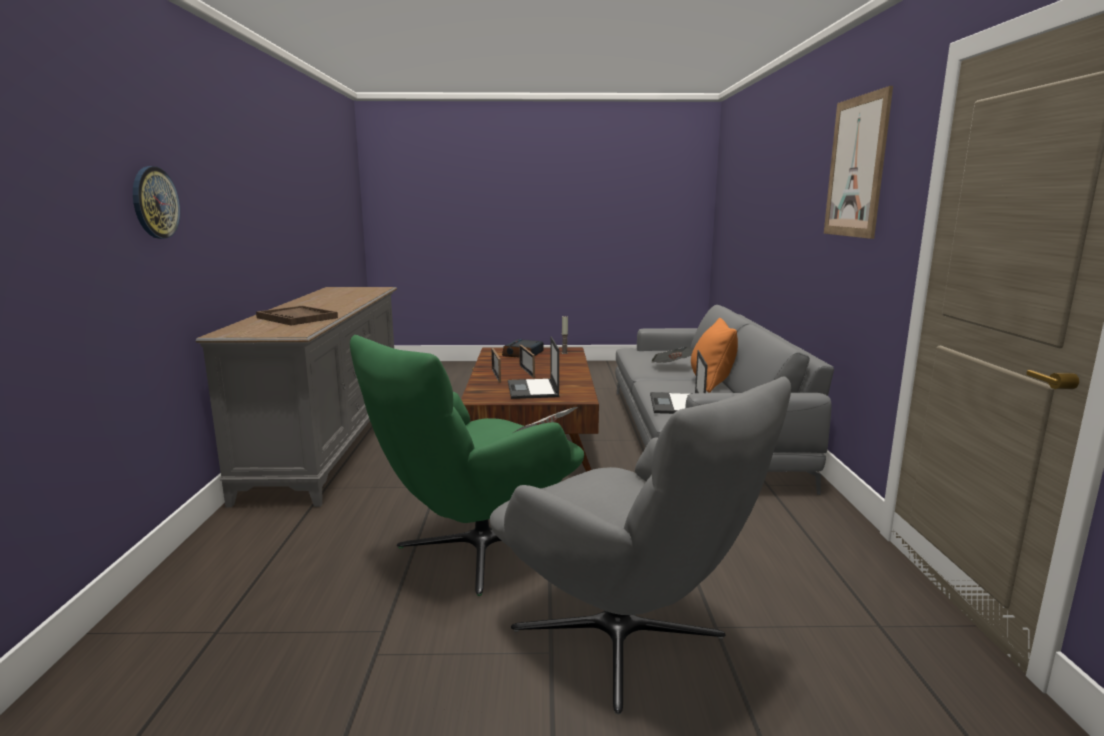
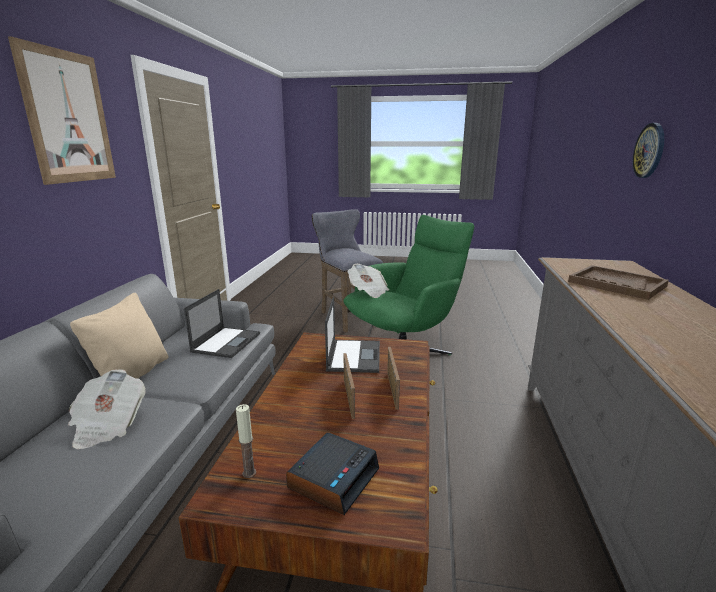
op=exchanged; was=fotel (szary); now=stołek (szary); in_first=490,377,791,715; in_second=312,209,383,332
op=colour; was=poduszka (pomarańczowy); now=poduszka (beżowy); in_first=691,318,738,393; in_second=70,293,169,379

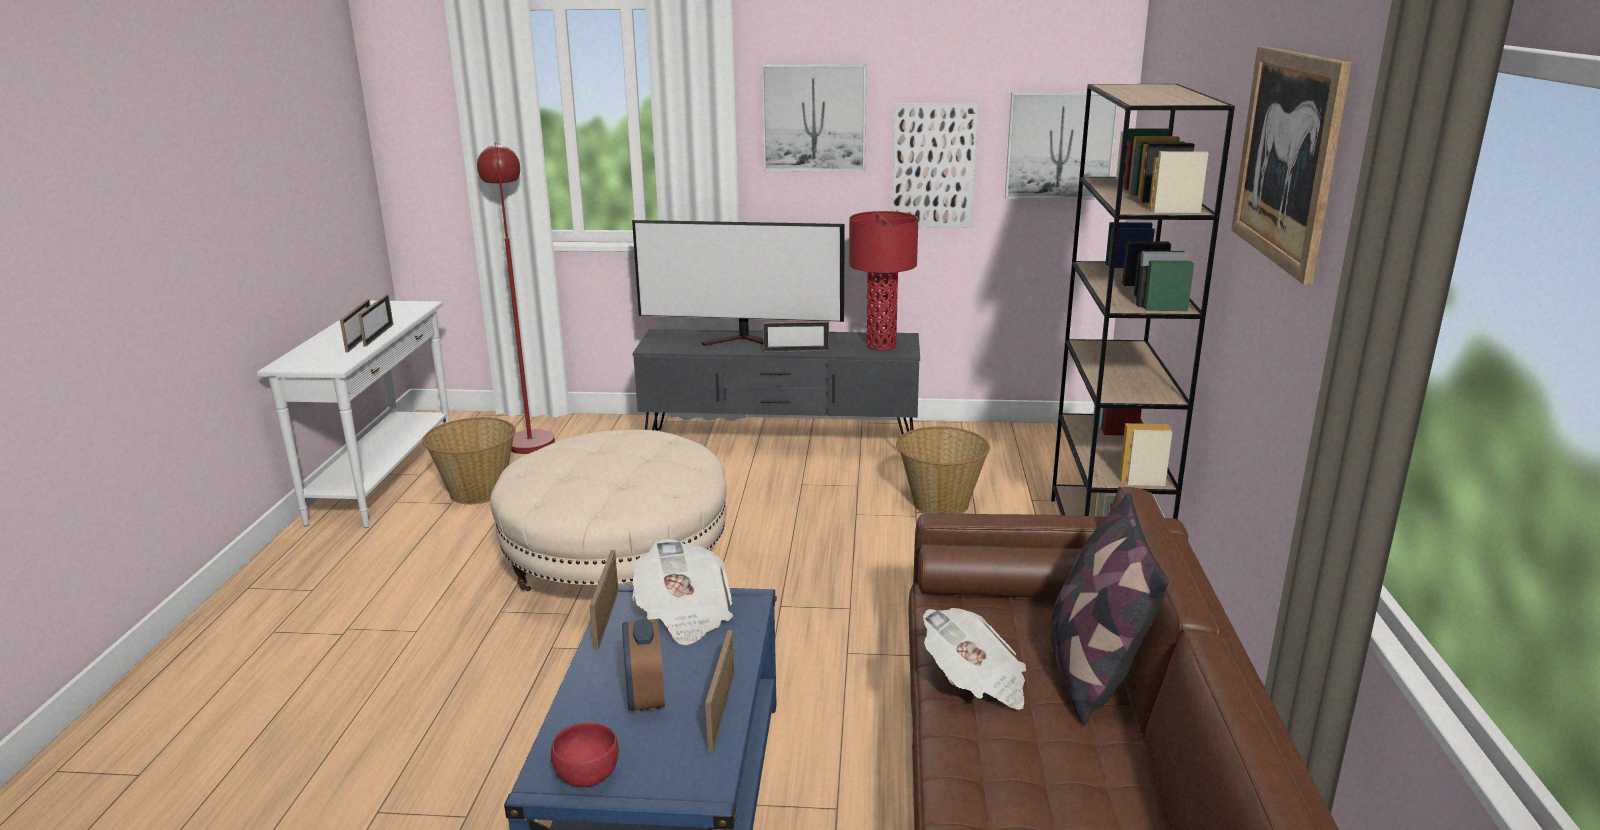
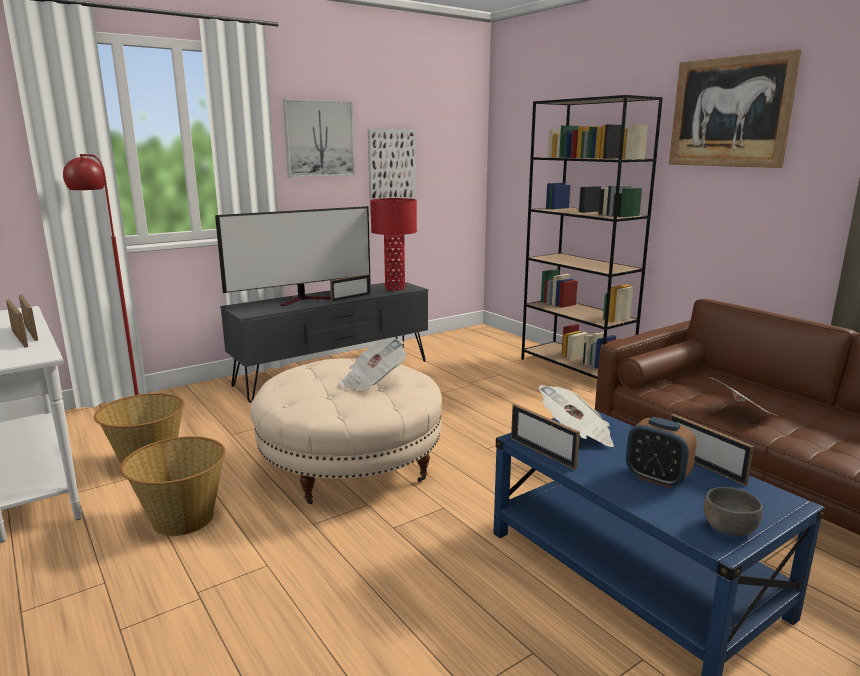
op=missing; was=obraz; in_first=1005,92,1119,199
op=missing; was=poduszka; in_first=1051,492,1169,725
op=appeared; now=gazeta; in_second=339,339,407,390
op=relocated; was=koszyk; in_first=896,426,990,514; in_second=120,436,226,536
op=colour; was=miska (czerwony); now=miska (szary); in_first=551,722,619,787; in_second=703,487,763,536

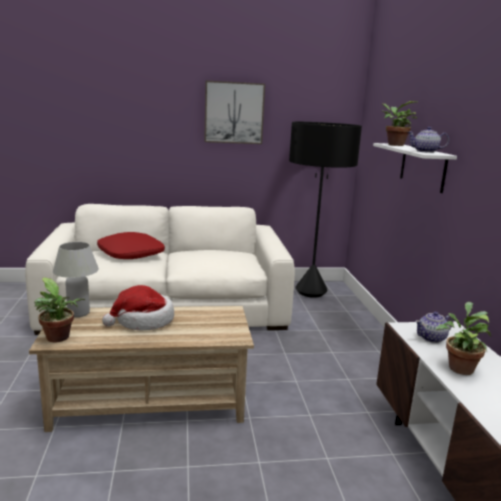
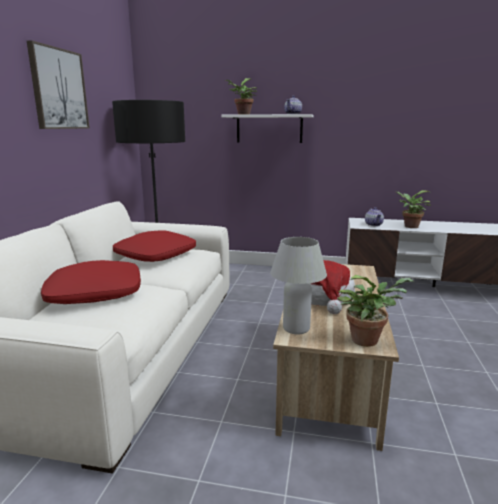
op=appeared; now=poduszka (czerwony); in_second=113,230,196,262

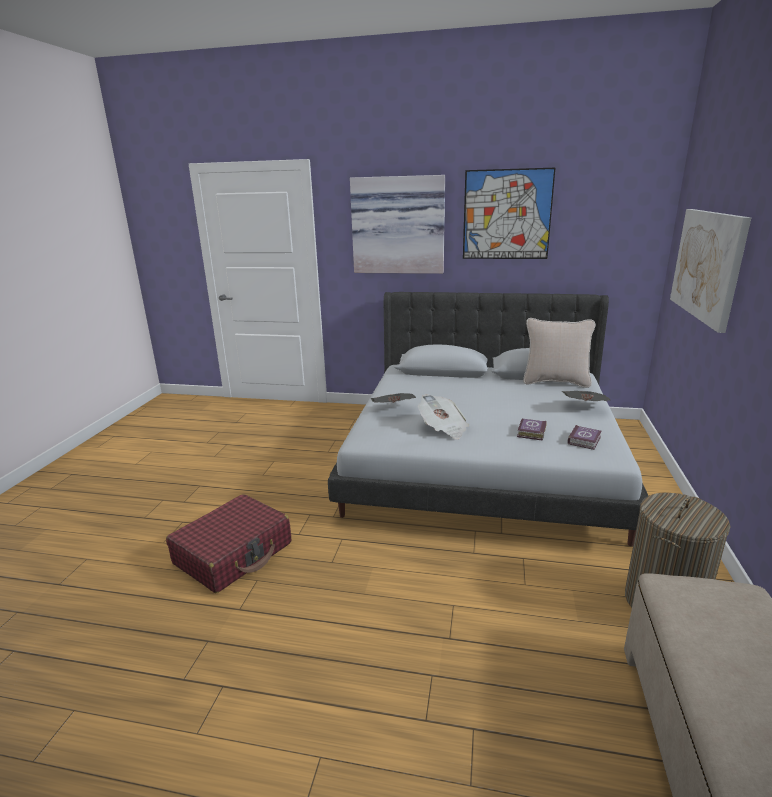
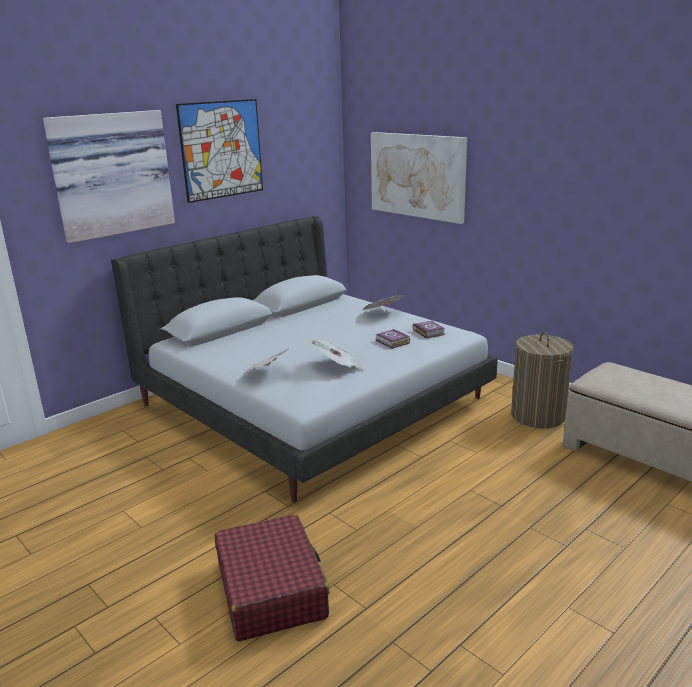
op=missing; was=poduszka (beżowy); in_first=523,318,595,388

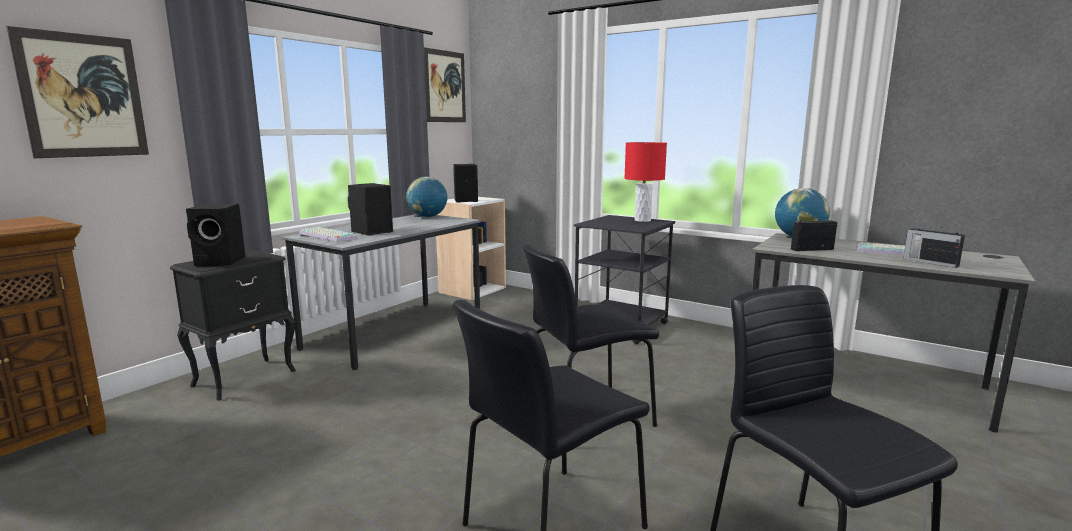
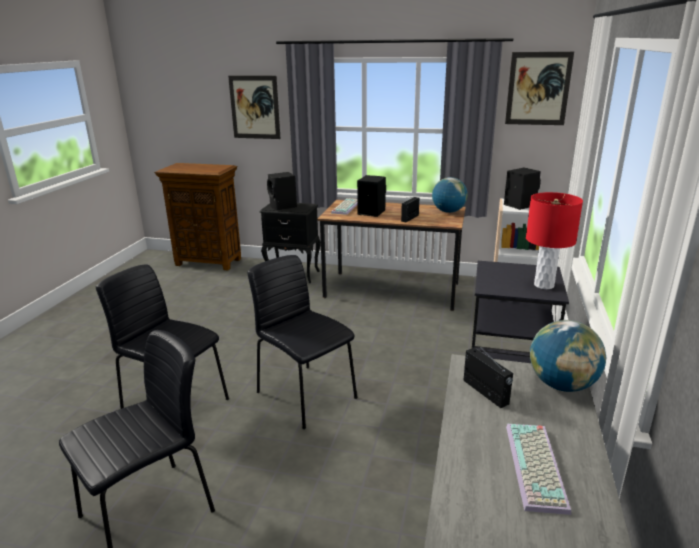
op=relocated; was=radio; in_first=903,225,965,268; in_second=401,197,419,223
op=colour; was=biurko (szary); now=biurko (brązowy); in_first=281,214,481,370; in_second=317,200,466,311

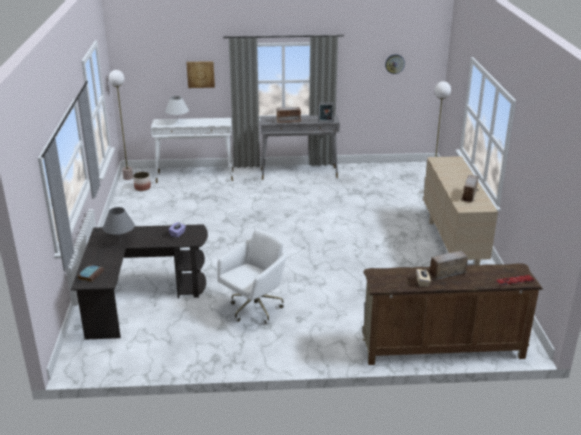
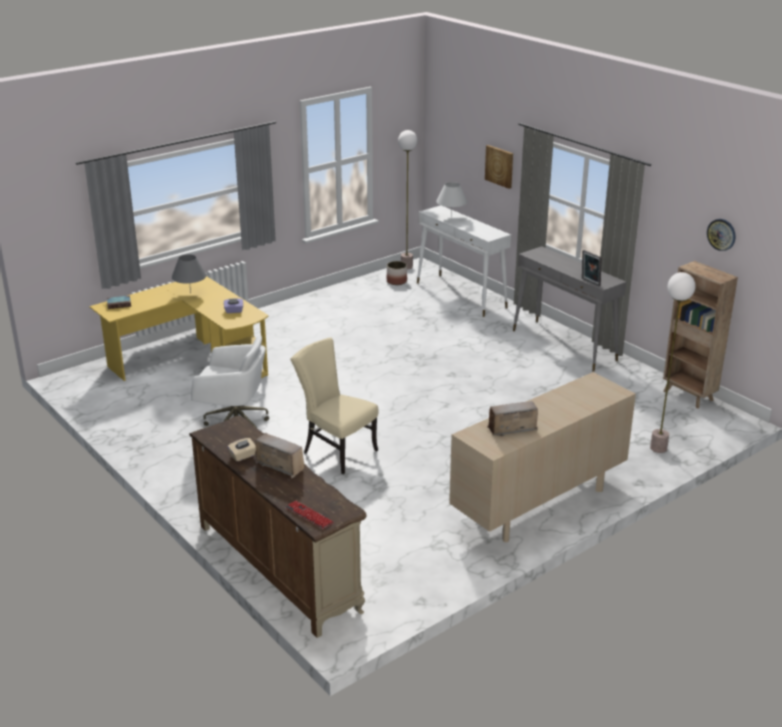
op=missing; was=radio; in_first=277,107,302,123
op=appeared; now=krzesło (beżowy); in_second=290,338,379,474
op=appeared; now=regał (brązowy); in_second=663,261,738,408
op=colour; was=biurko (czarny); now=biurko (żółty); in_first=71,224,208,340; in_second=90,276,269,381

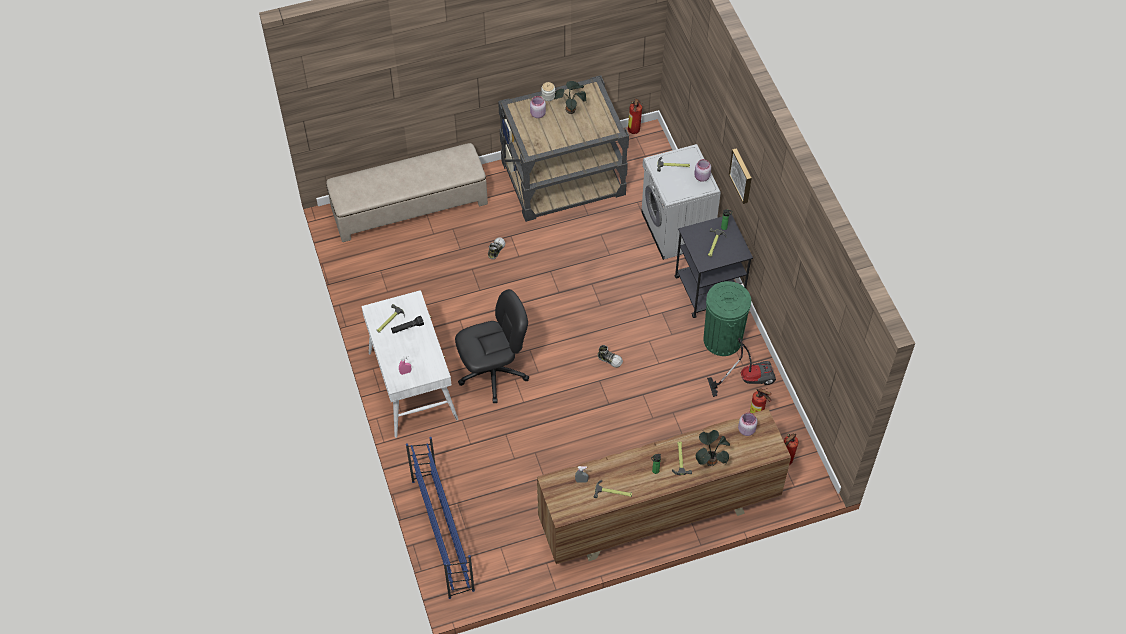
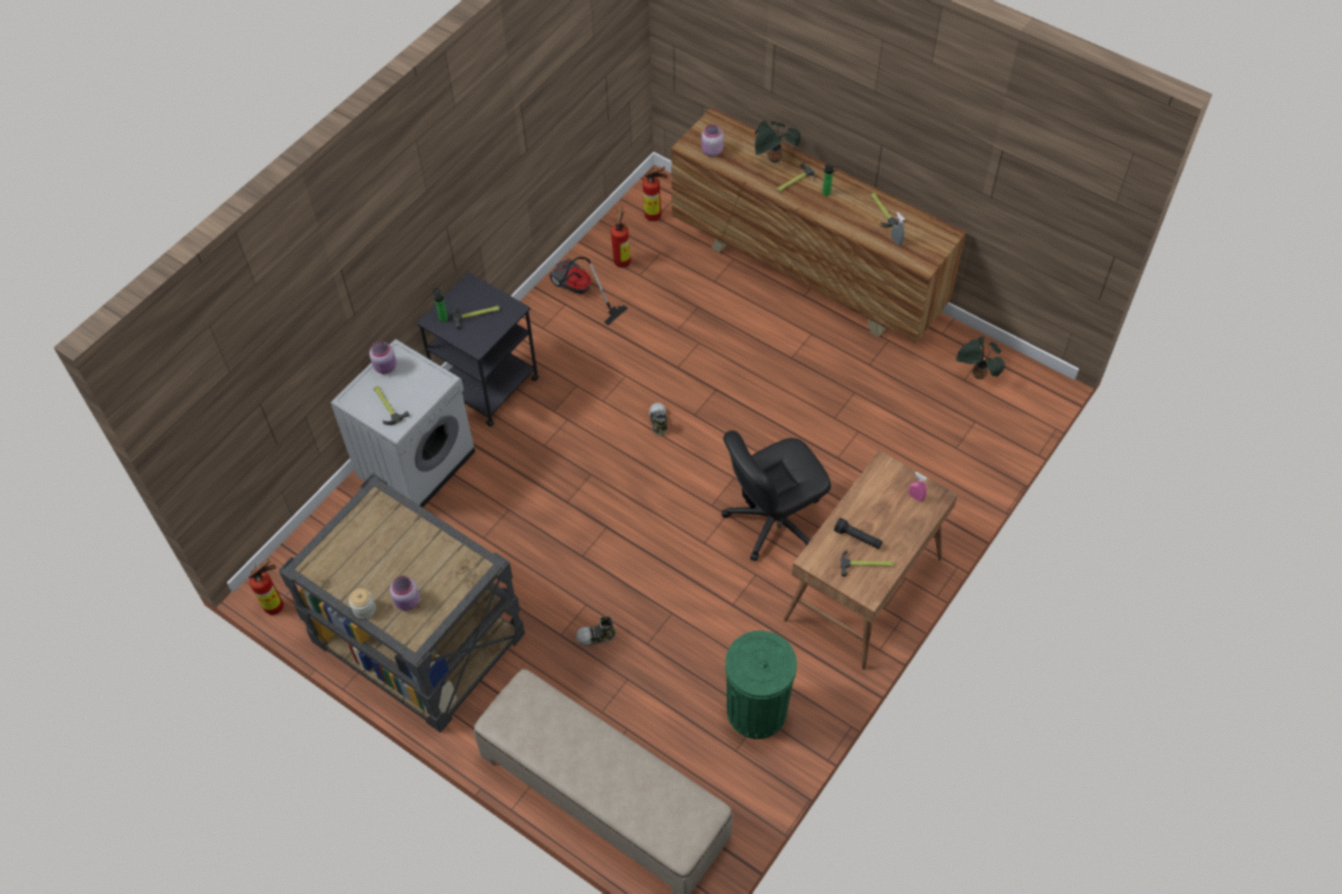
op=missing; was=regał na buty (niebieski); in_first=406,437,475,599
op=missing; was=obraz; in_first=729,148,752,204
op=relocated; was=roślina doniczkowa; in_first=554,81,587,114; in_second=956,337,1005,379
op=relocated; was=kosz na śmieci (zielony); in_first=704,281,751,356; in_second=725,631,797,739
op=colour; was=biurko (biały); now=biurko (brązowy); in_first=361,290,458,438; in_second=783,450,958,670
op=spun; was=krzesło biurowe (czarny); in_first=455,289,529,403; in_second=722,431,831,561; clockwise=-60

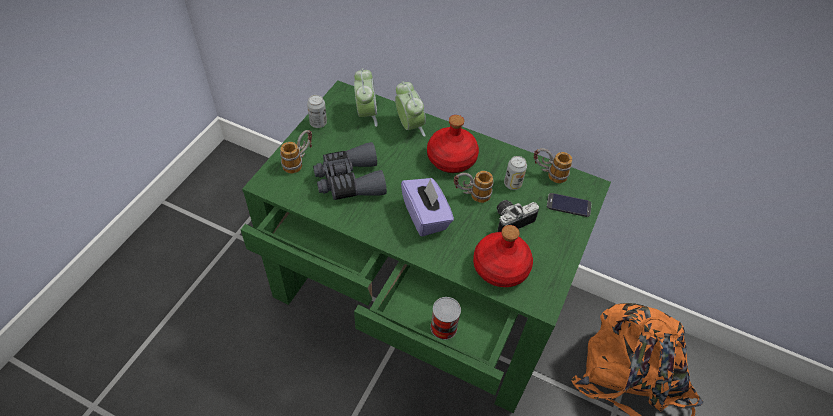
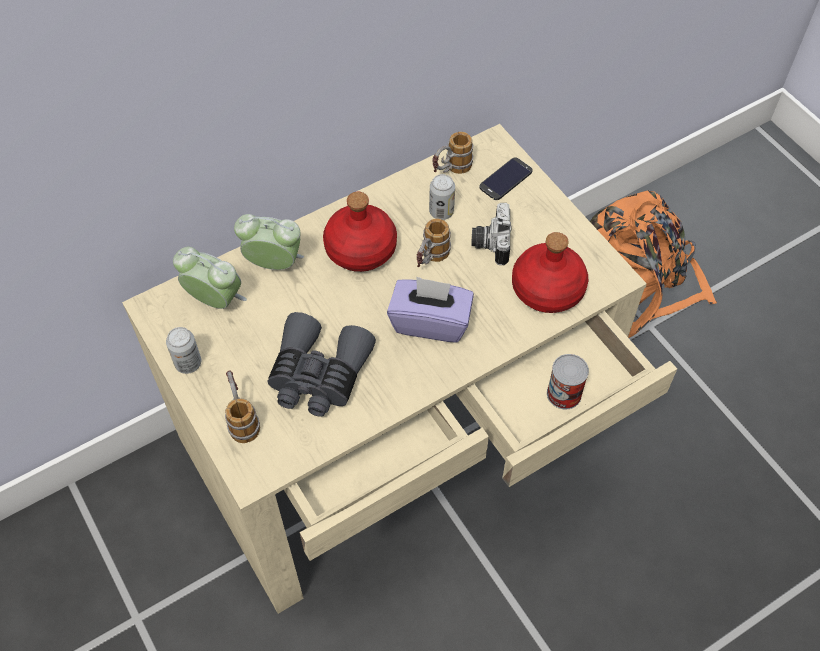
op=colour; was=biurko (zielony); now=biurko (beżowy); in_first=240,81,611,413; in_second=122,124,677,614

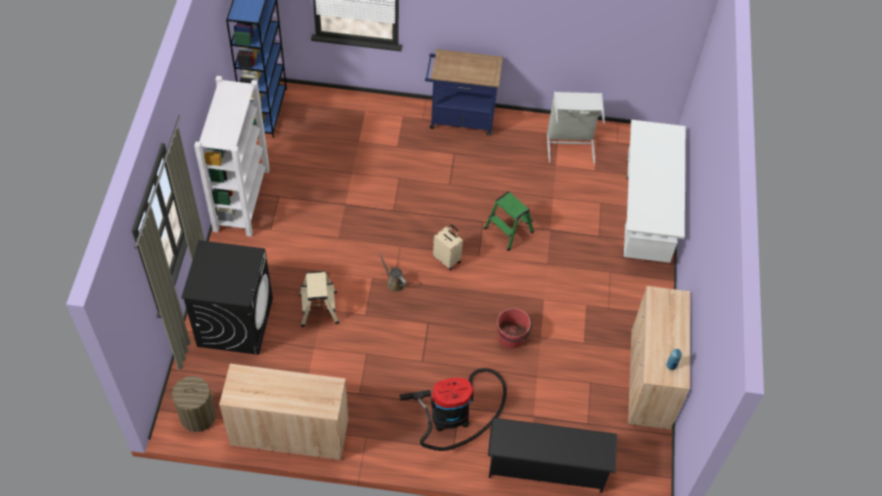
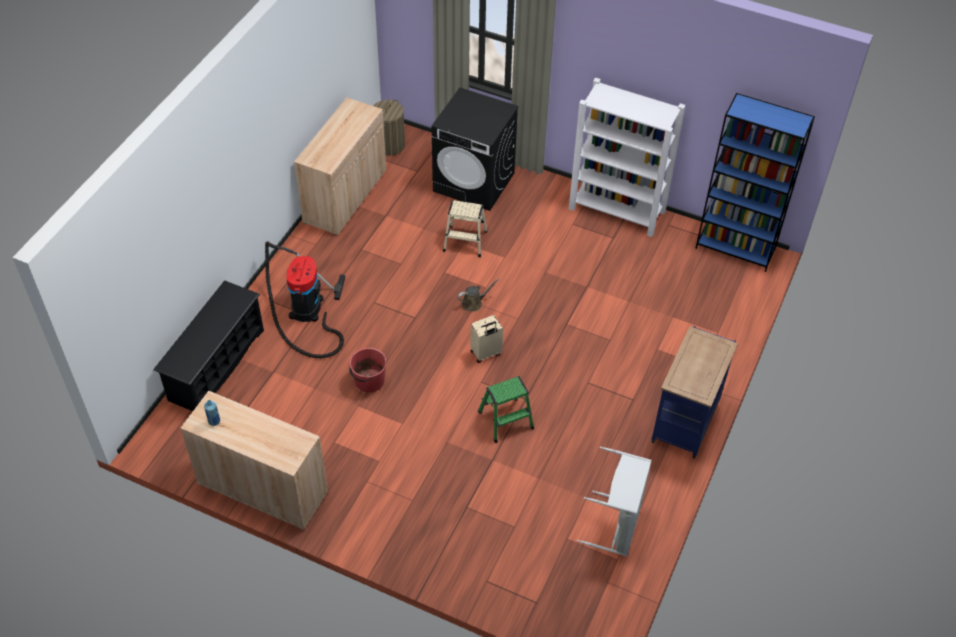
op=missing; was=biurko (biały); in_first=623,120,685,263

